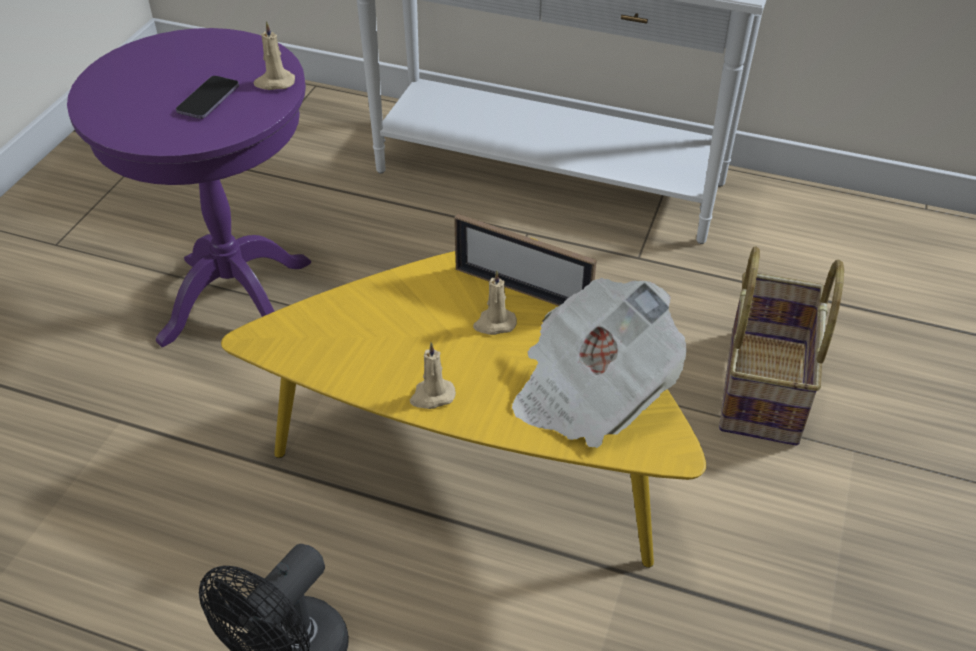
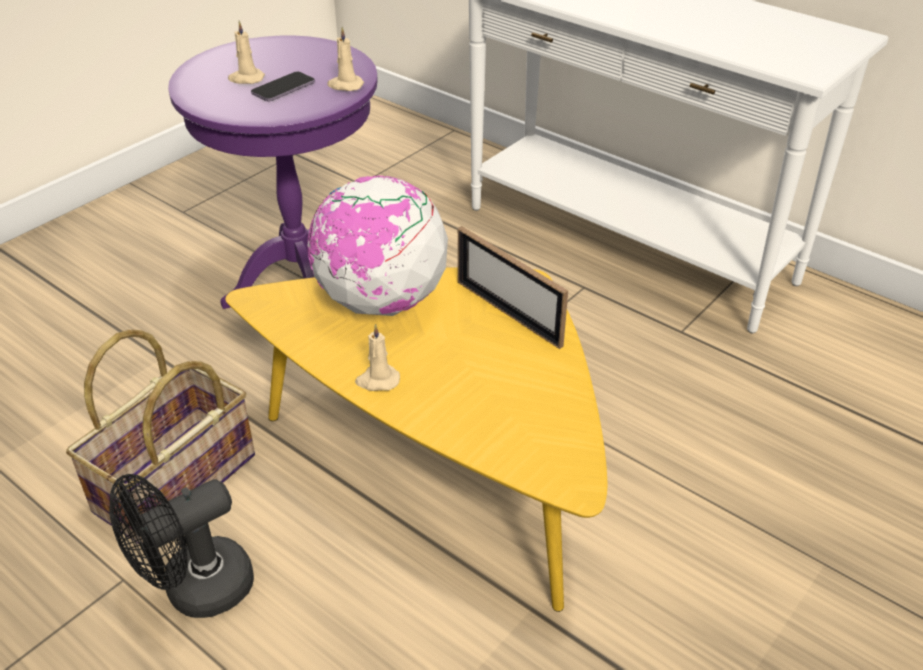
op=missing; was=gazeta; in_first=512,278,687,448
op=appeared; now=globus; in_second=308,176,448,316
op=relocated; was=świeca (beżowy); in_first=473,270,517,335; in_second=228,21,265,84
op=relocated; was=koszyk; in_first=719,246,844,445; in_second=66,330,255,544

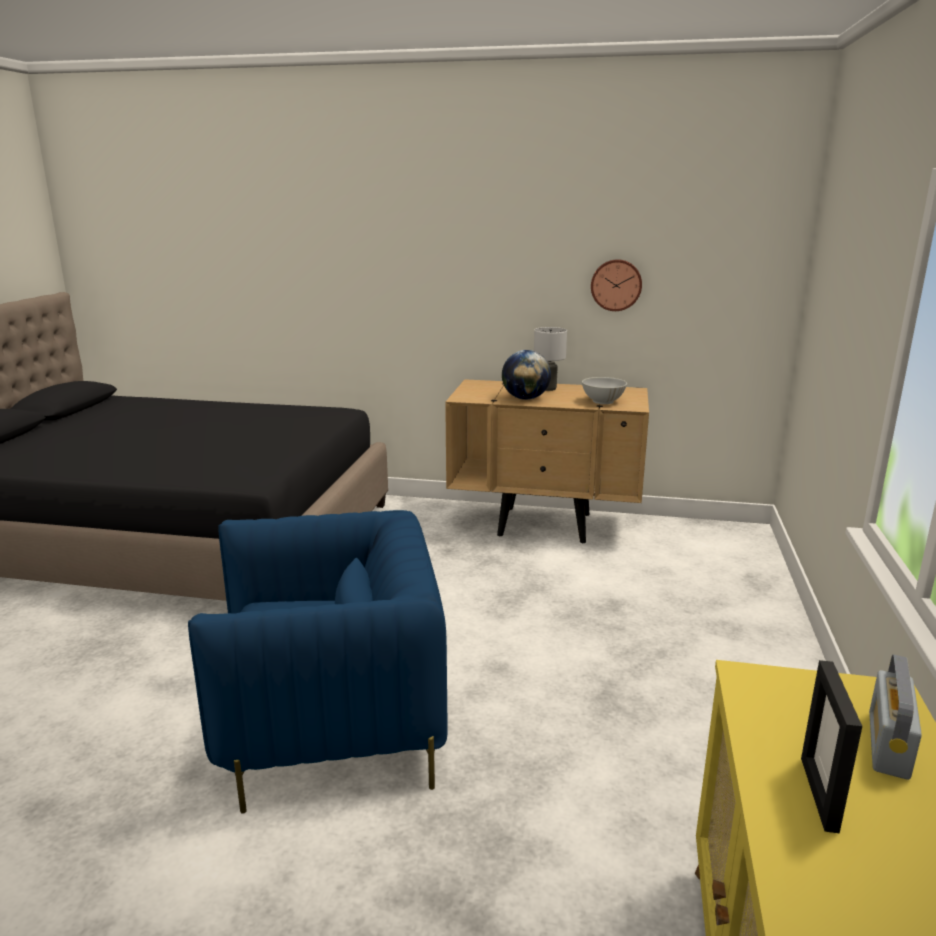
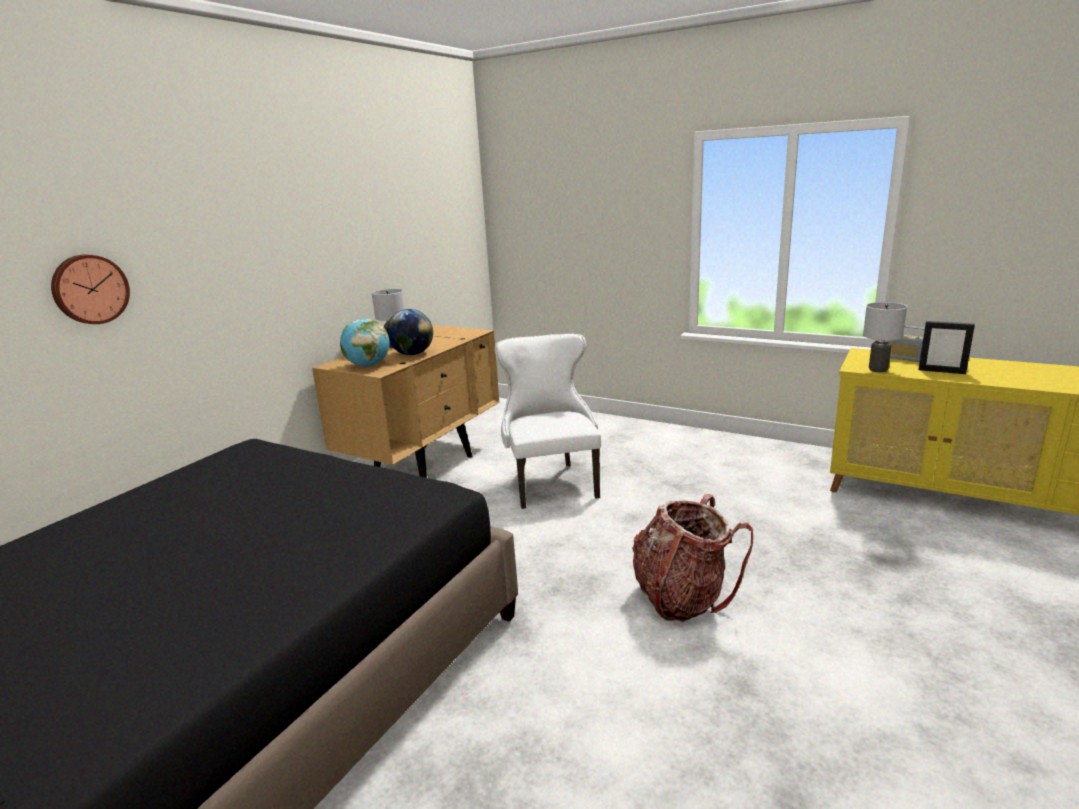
op=missing; was=miska (biały); in_first=582,377,627,404
op=appeared; now=globus; in_second=340,319,390,367
op=appeared; now=krzesło (biały); in_second=495,333,601,509
op=appeared; now=lampa stołowa (biały); in_second=863,302,907,372
op=relocated; was=zegar ścienny; in_first=591,259,642,311; in_second=51,255,130,324
op=exchanged; was=fotel (niebieski); now=plecak; in_first=188,510,448,814; in_second=632,494,753,622

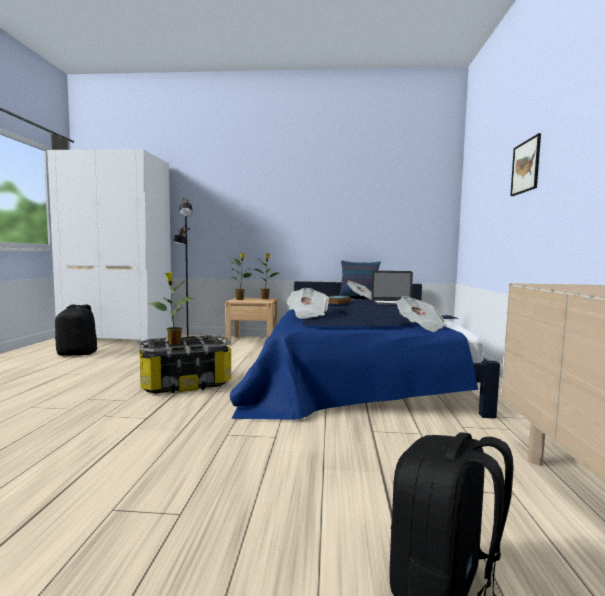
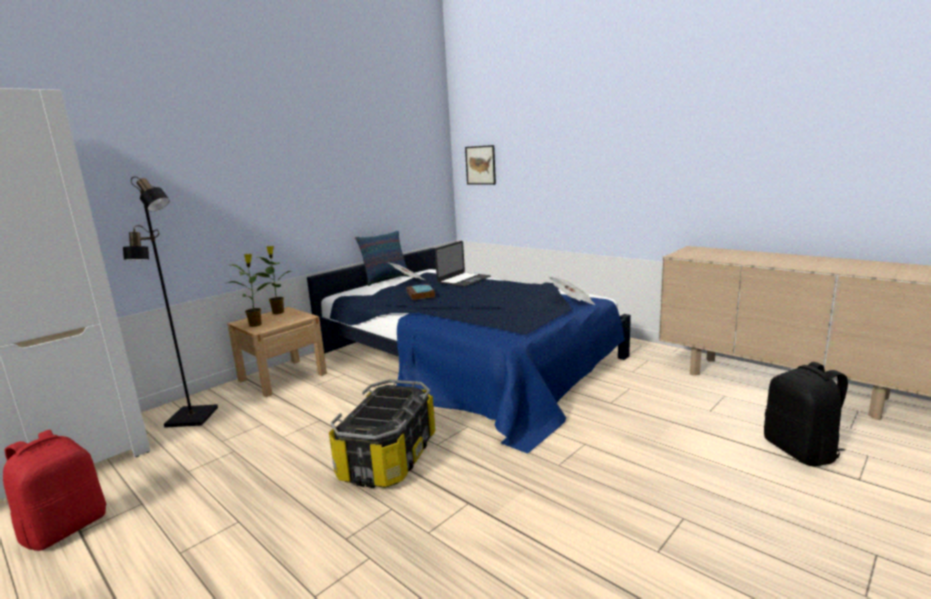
op=missing; was=roślina doniczkowa; in_first=148,272,194,345
op=missing; was=gazeta; in_first=286,288,329,319
op=relocated; was=obraz; in_first=510,133,541,196; in_second=465,145,496,185
op=colour; was=plecak (czarny); now=plecak (czerwony); in_first=55,305,97,355; in_second=3,430,107,551

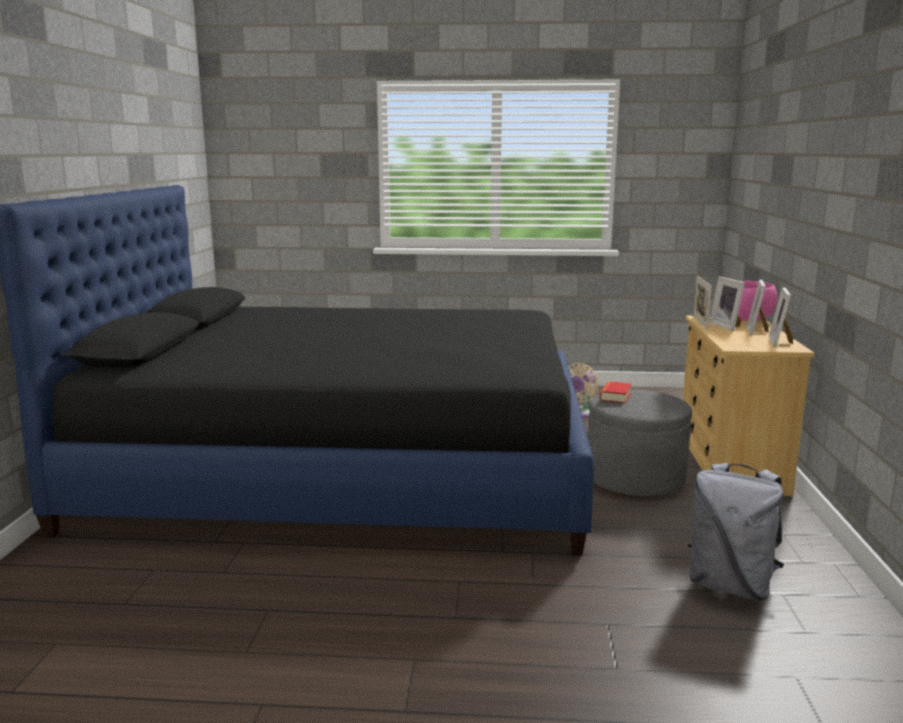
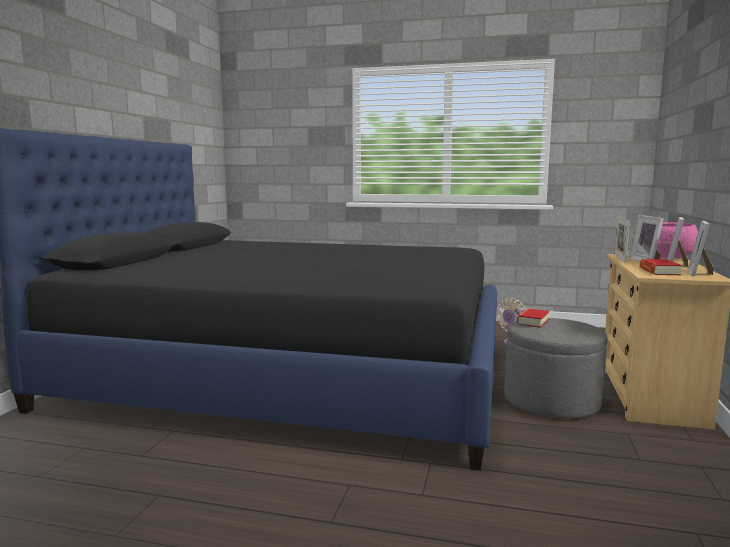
op=missing; was=plecak (szary); in_first=688,463,784,600
op=appeared; now=książka; in_second=640,259,682,275

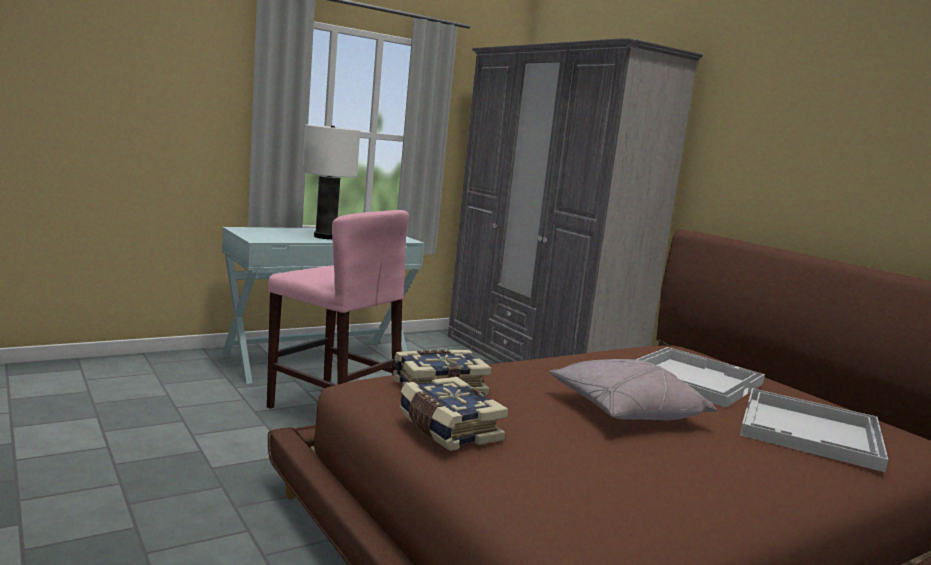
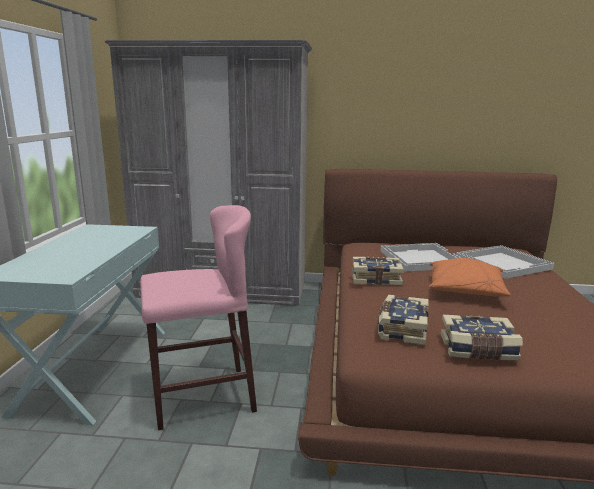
op=missing; was=lampa stołowa (biały); in_first=302,124,360,239
op=appeared; now=książka; in_second=352,257,404,285
op=colour; was=poduszka (fioletowy); now=poduszka (pomarańczowy); in_first=549,359,718,420; in_second=429,258,511,297

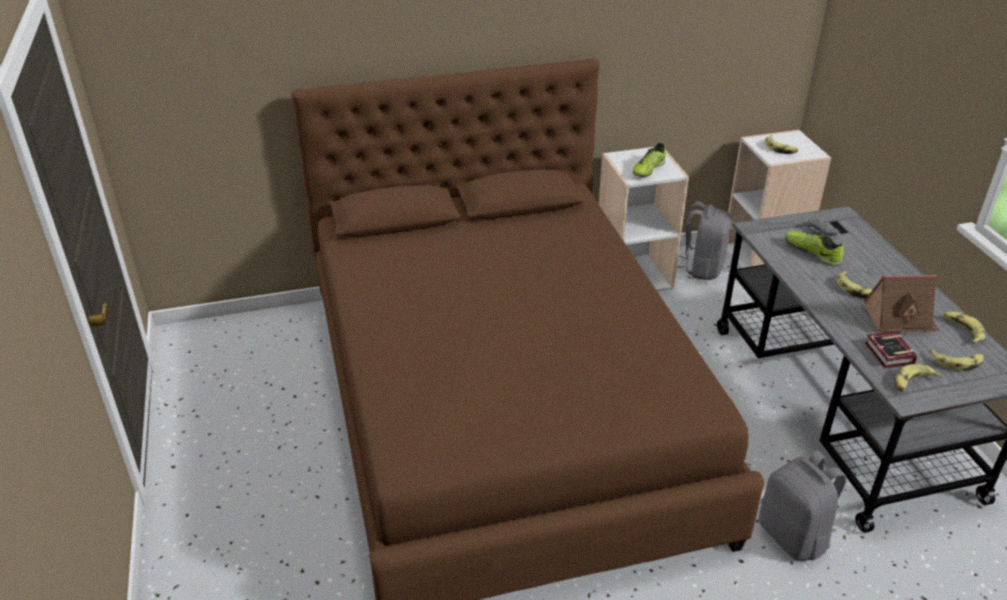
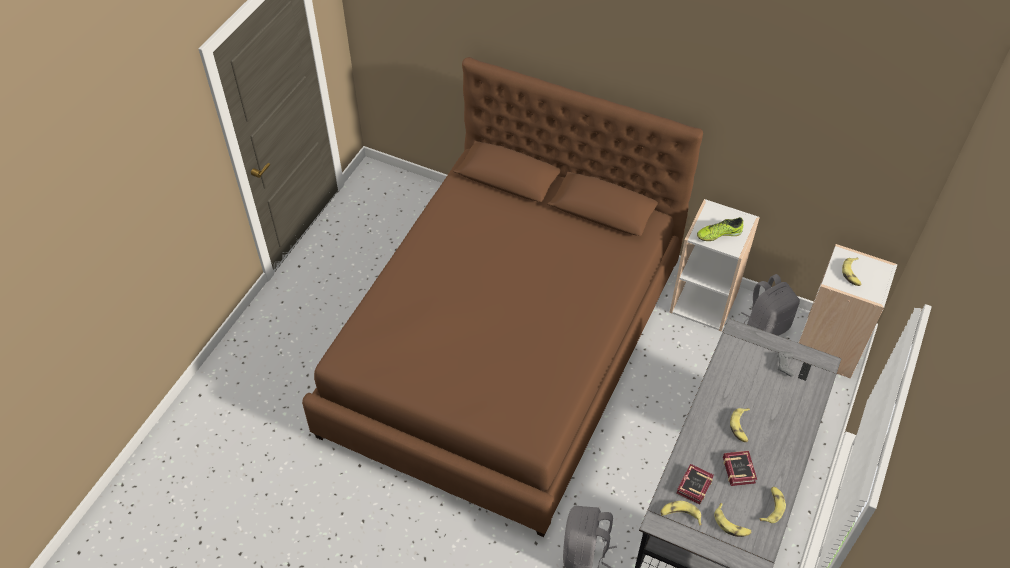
op=missing; was=but; in_first=785,231,844,266
op=exchanged; was=domek; now=książka; in_first=864,275,940,335; in_second=723,451,757,486

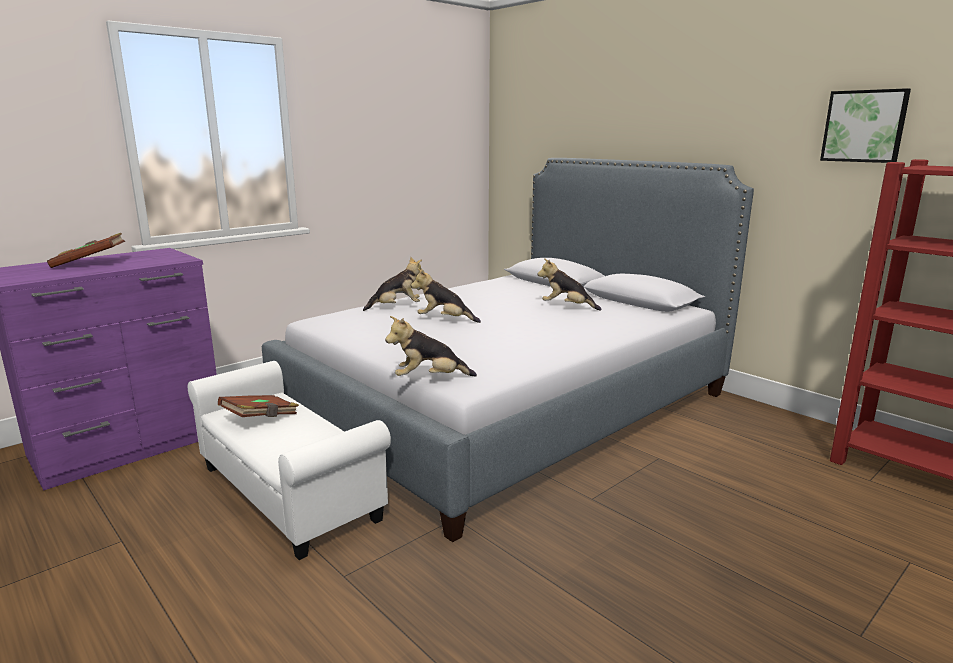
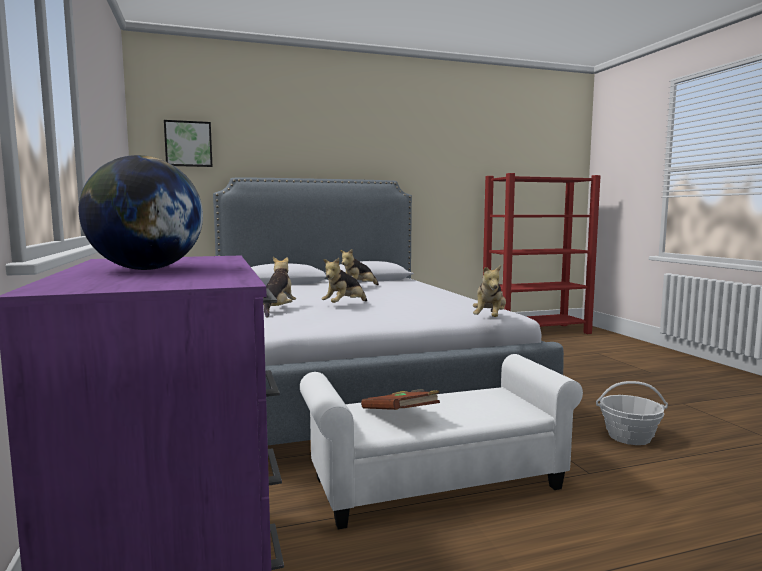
op=appeared; now=koszyk; in_second=596,381,668,445
op=relocated; was=obraz; in_first=820,88,911,163; in_second=164,120,212,167
op=exchanged; was=książka (brązowy); now=globus; in_first=47,233,125,268; in_second=79,155,203,270

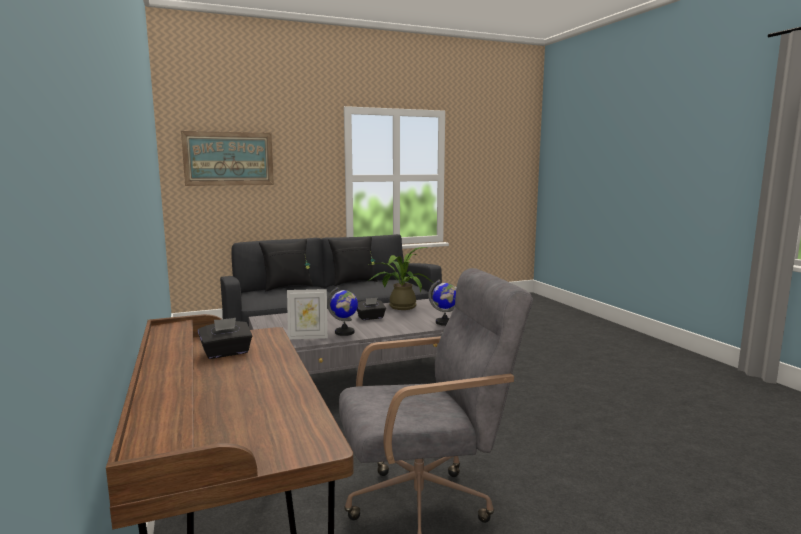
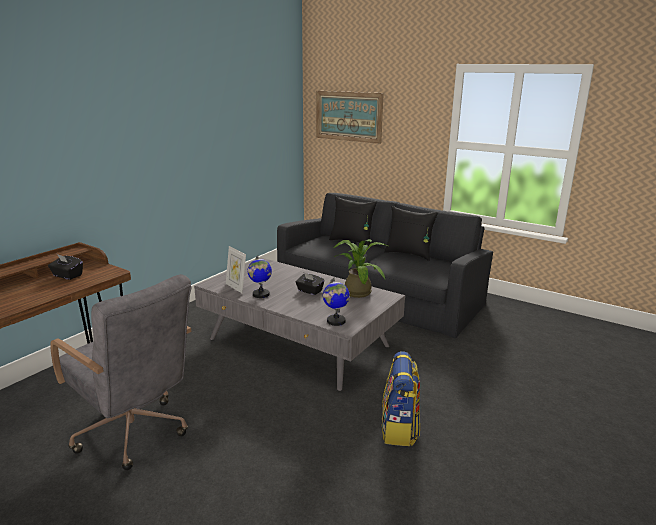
op=appeared; now=plecak; in_second=382,351,420,446

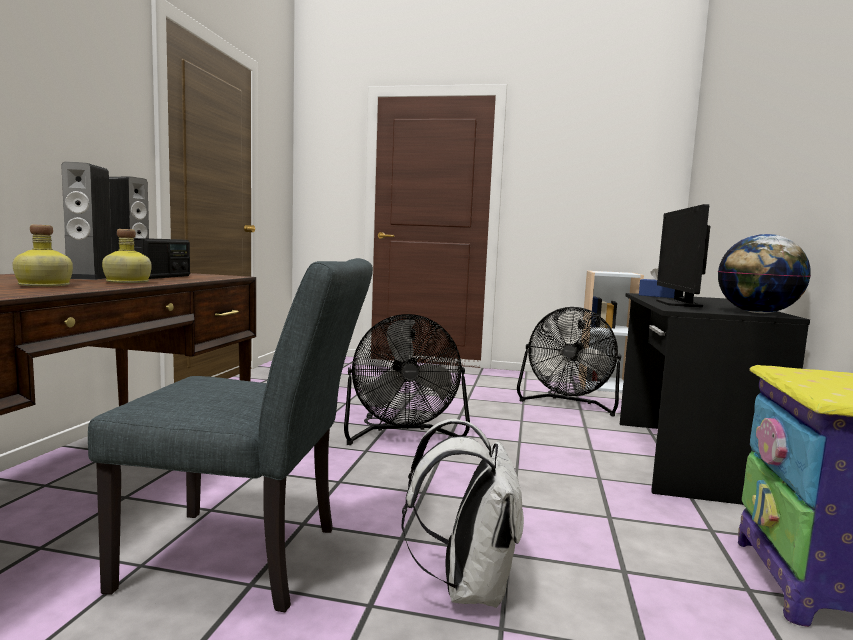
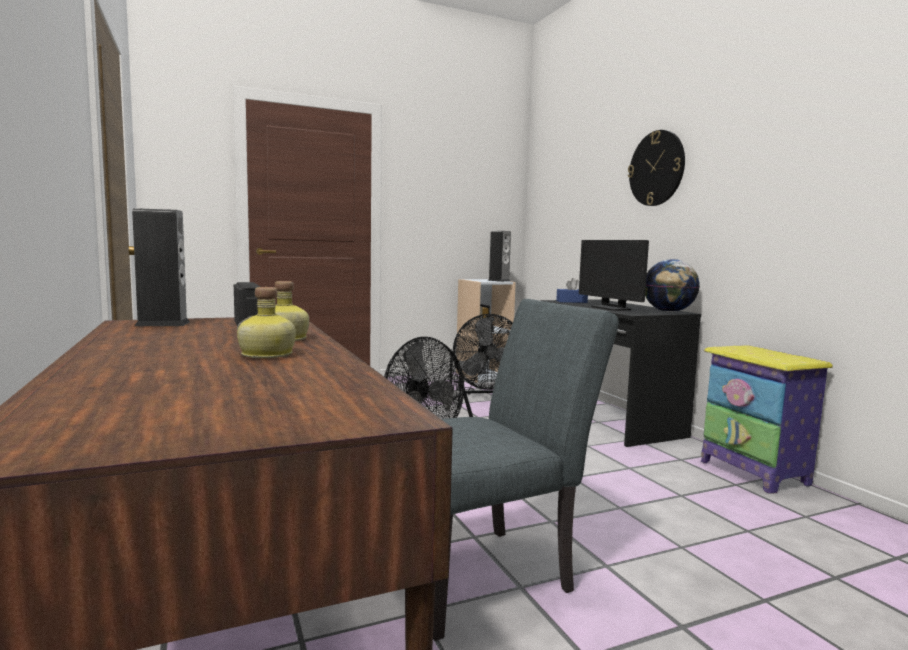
op=missing; was=plecak (biały); in_first=401,419,524,608
op=appeared; now=zegar ścienny; in_second=628,130,685,206
op=relocated; was=głośnik; in_first=61,161,112,280; in_second=488,231,511,282

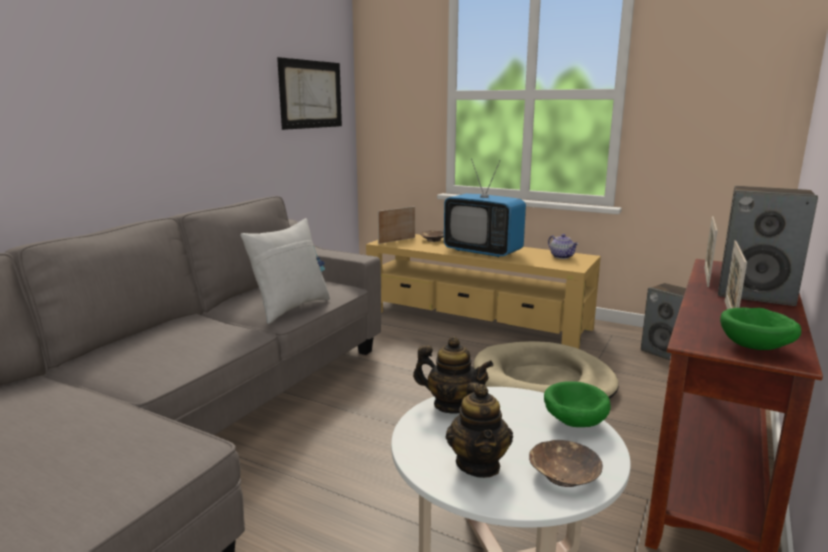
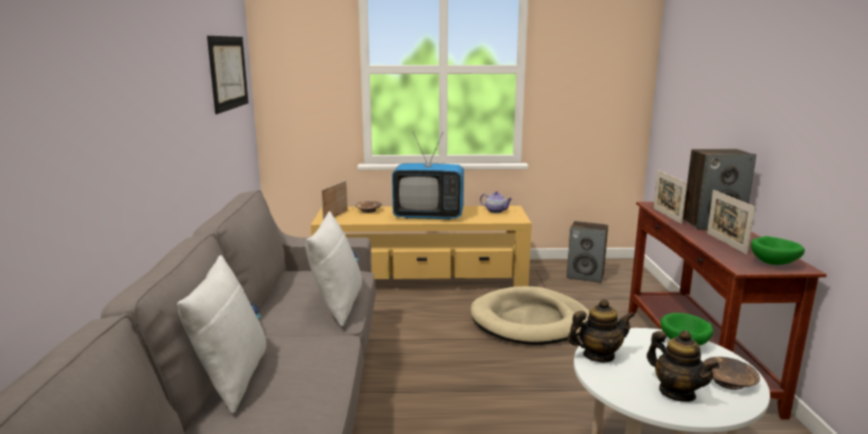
op=appeared; now=poduszka (szary); in_second=177,255,266,414

